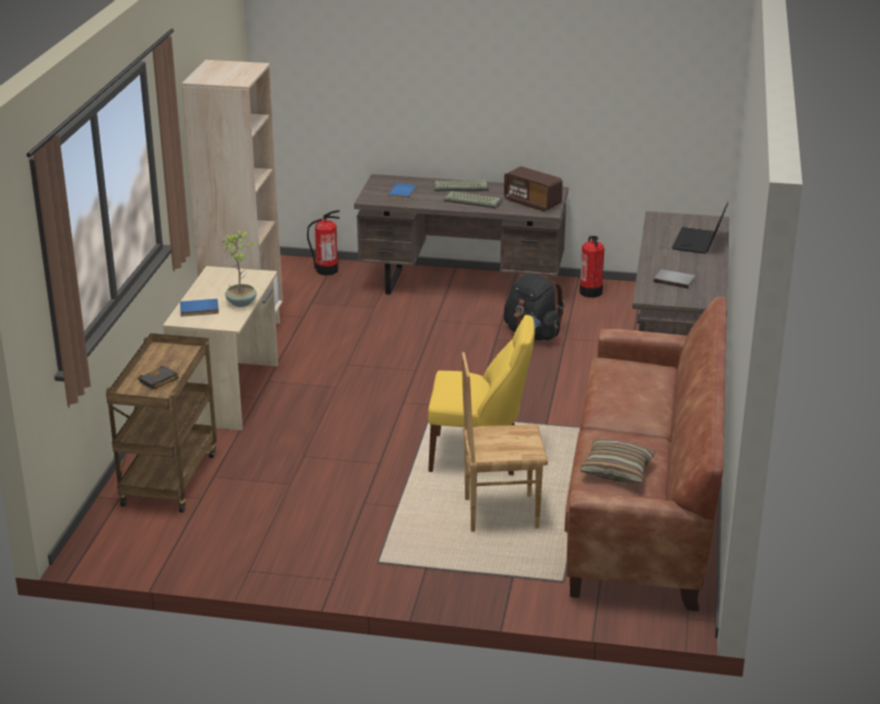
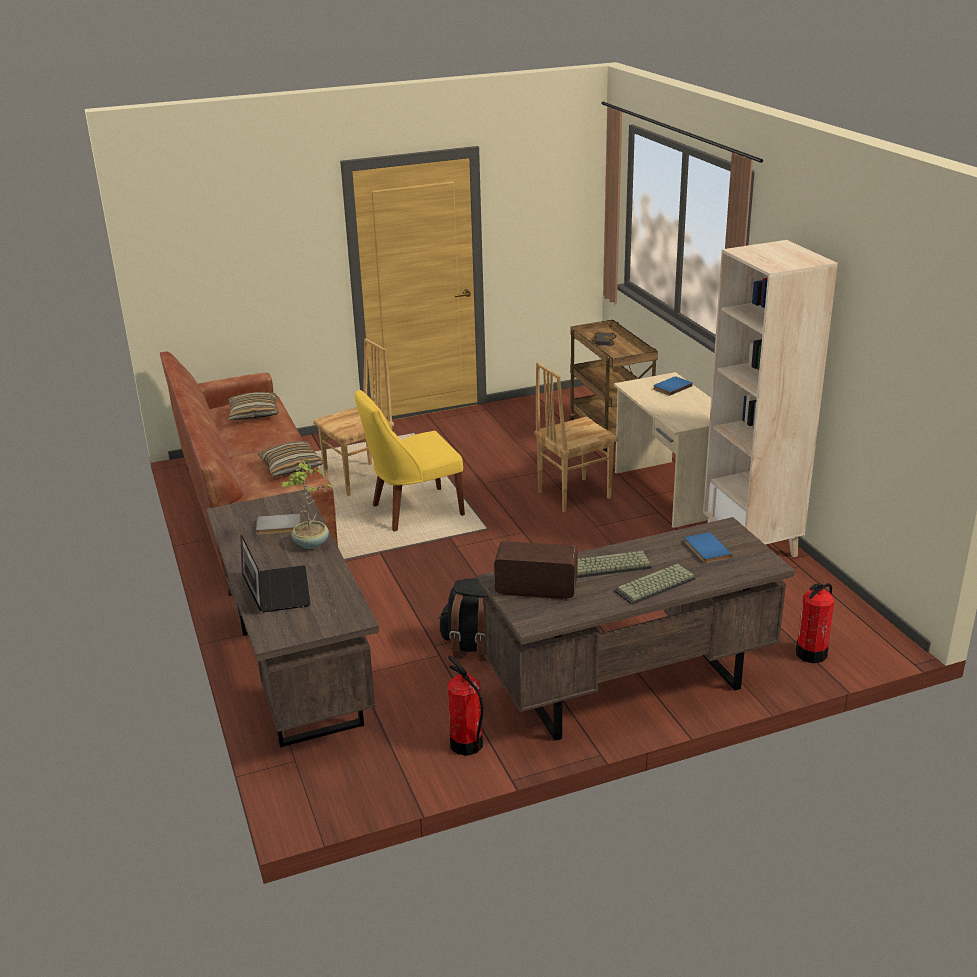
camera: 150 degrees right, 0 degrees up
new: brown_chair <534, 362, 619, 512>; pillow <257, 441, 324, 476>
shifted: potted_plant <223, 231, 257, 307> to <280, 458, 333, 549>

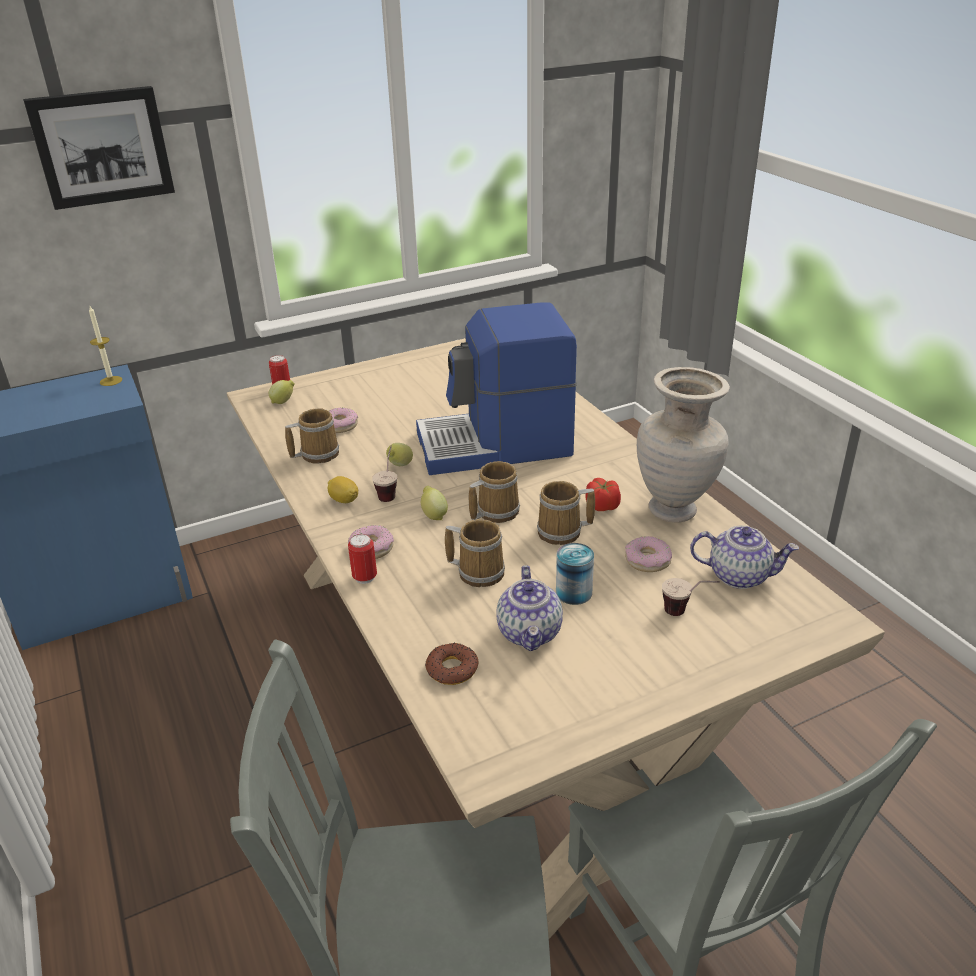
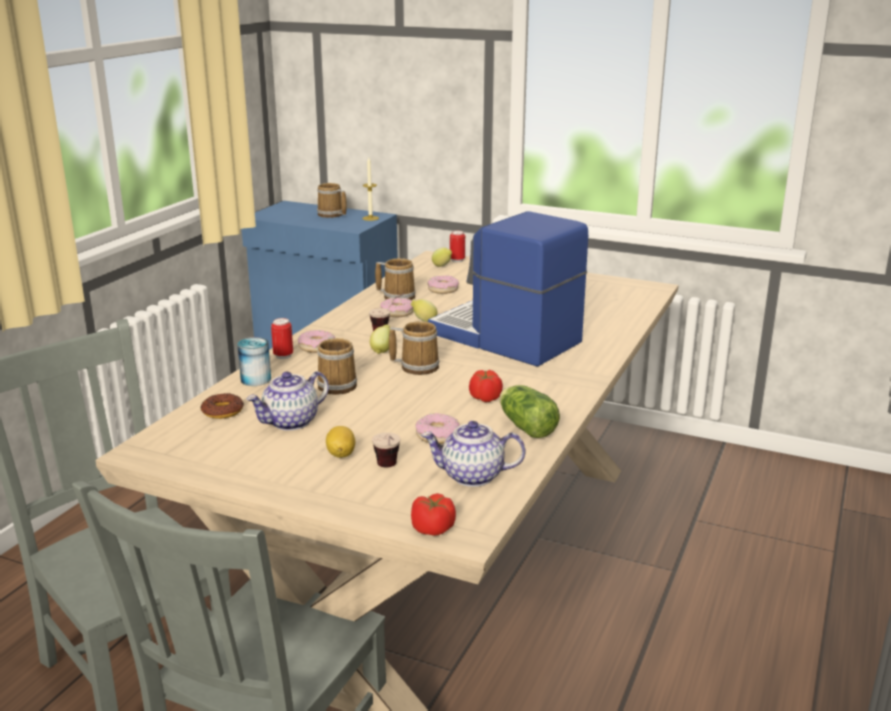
camera: 50 degrees right, 10 degrees down
gone: picture <23, 86, 175, 210>
new: donut <380, 297, 414, 317>; tomato <411, 493, 456, 536>
shifted: lemon <328, 476, 358, 503> to <326, 426, 355, 458>; mug <537, 481, 595, 545> to <317, 183, 347, 218>; can <556, 543, 594, 605> to <237, 337, 271, 386>
swapped: beige_vase <637, 367, 730, 523> to lettuce <499, 385, 560, 438>
rotated: teapot <690, 526, 799, 589> = <421, 421, 526, 487> 120 degrees clockwise

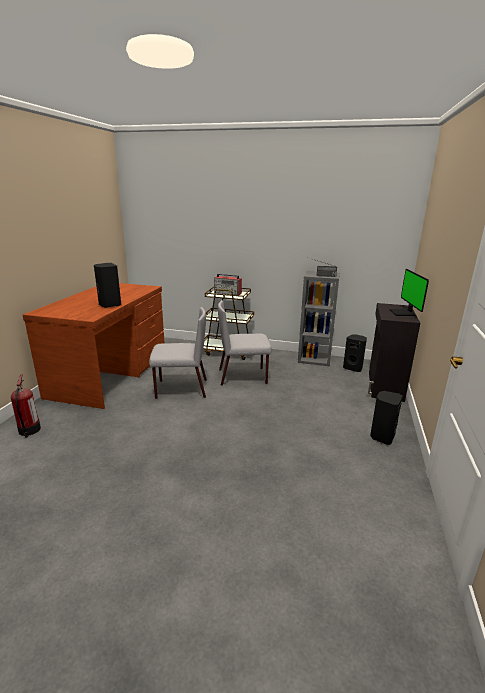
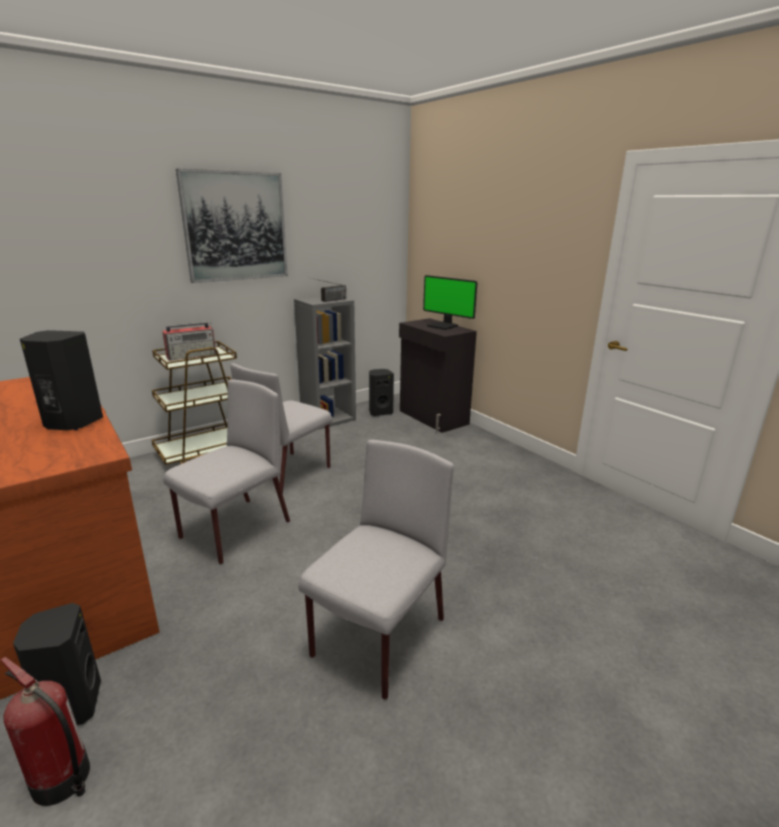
camera: 50 degrees left, 0 degrees up
new: picture <176, 168, 288, 283>; grey_chair <298, 440, 454, 699>
shifted: black_speaker <370, 391, 403, 445> to <13, 603, 101, 725>

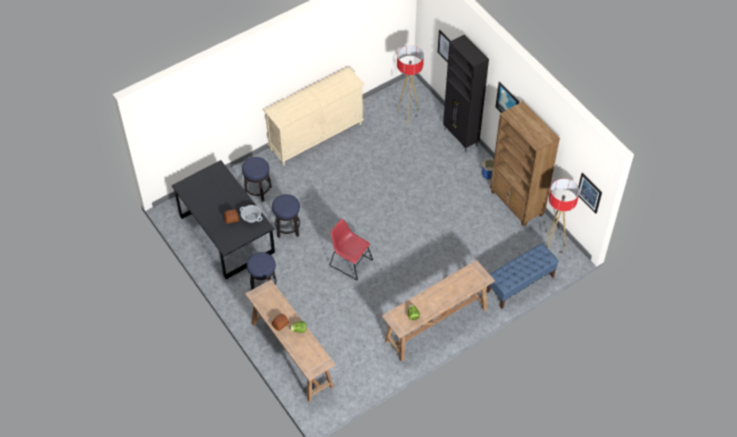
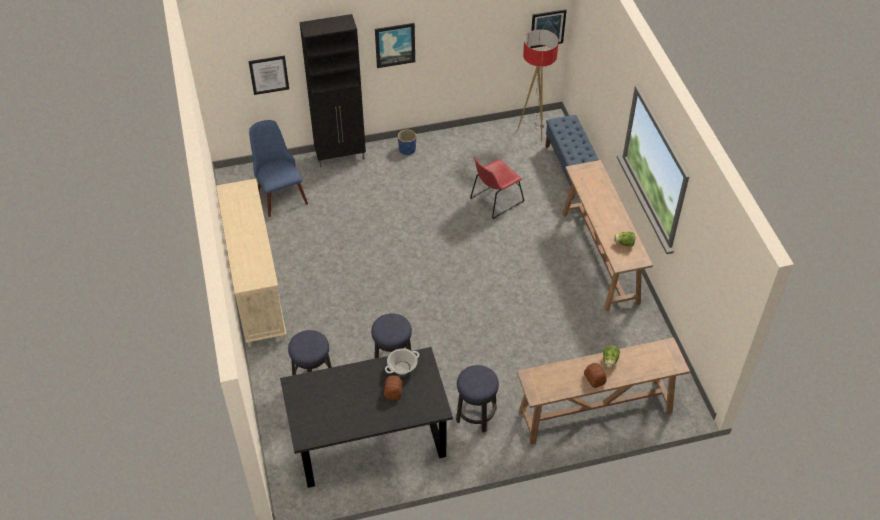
camera: 70 degrees left, 5 degrees down
gone: brown_bookcase <490, 101, 560, 227>
shifted: red_chair <330, 219, 373, 280> to <470, 157, 524, 219>
swapped: floor_lamp <397, 45, 424, 123> to blue_chair <249, 120, 308, 217>

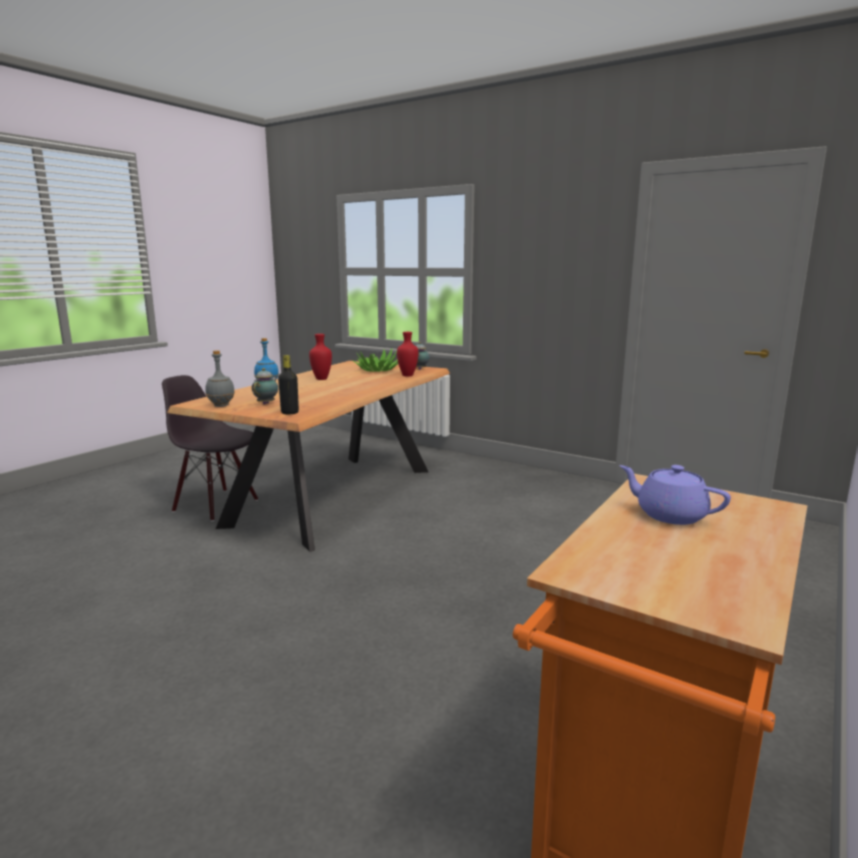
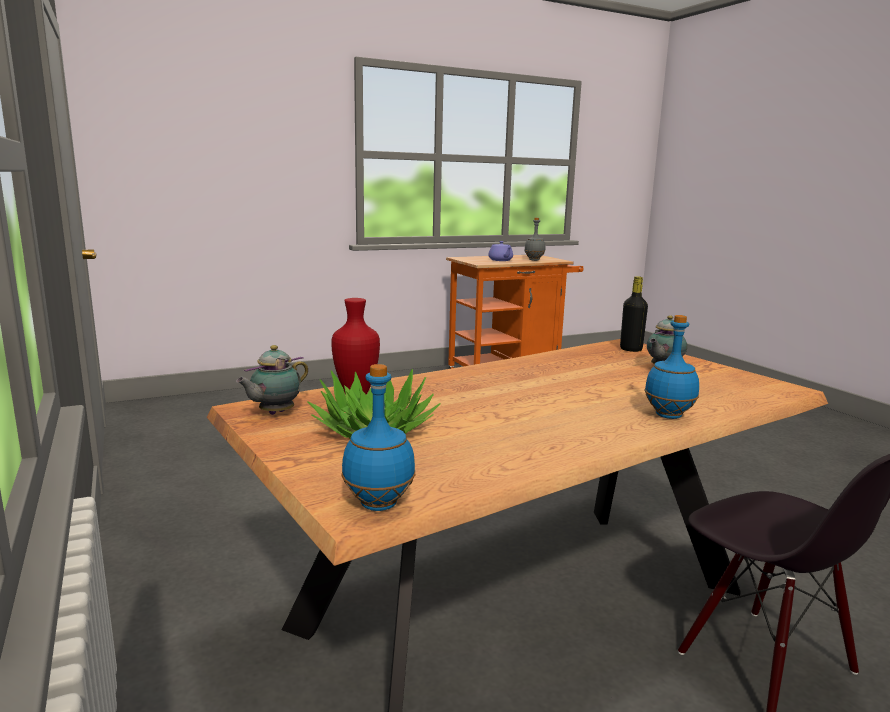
camera: 150 degrees left, 0 degrees up
gone: red_vase <309, 334, 332, 380>
new: blue_bottle <341, 364, 415, 511>
shifted: grey_bottle <205, 350, 235, 407> to <525, 218, 546, 261>

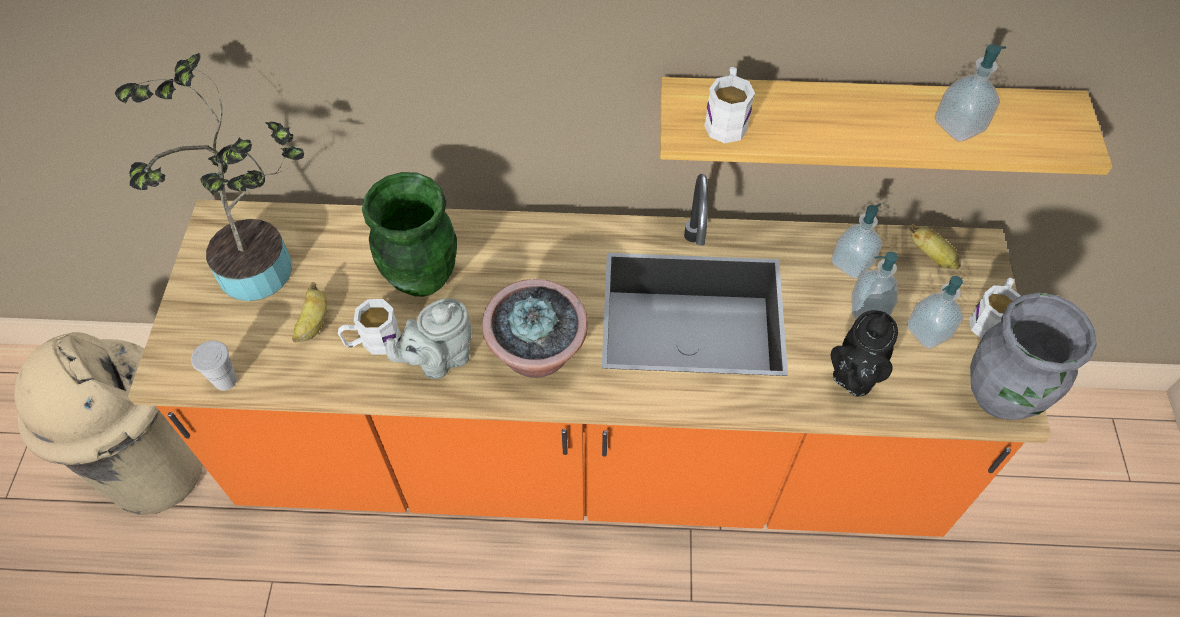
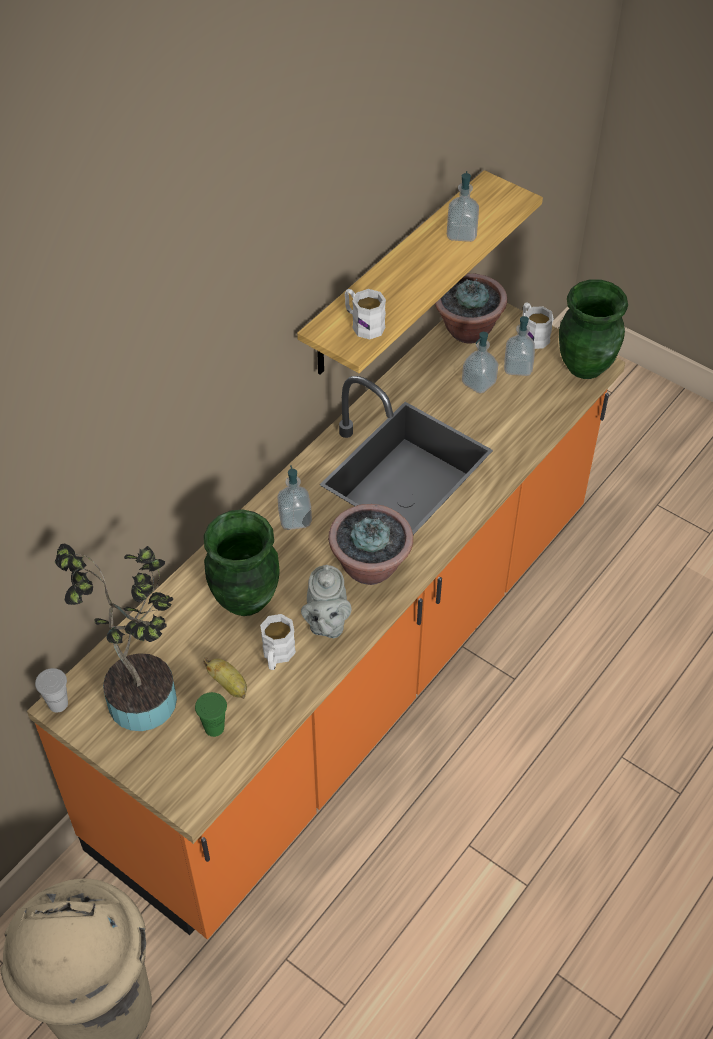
camera: 55 degrees left, 5 degrees down
gone: black_teapot <831, 310, 898, 397>
new: green_cup <195, 692, 227, 737>
shifted: soap_dispenser <831, 204, 883, 279> to <277, 465, 312, 530>; white_cup <191, 341, 237, 391> to <35, 668, 68, 712>
swapped: banana <910, 224, 960, 269> to potted_plant <435, 273, 507, 343>
repainted: grey_vase <970, 293, 1097, 420> to green_vase <559, 279, 628, 379>

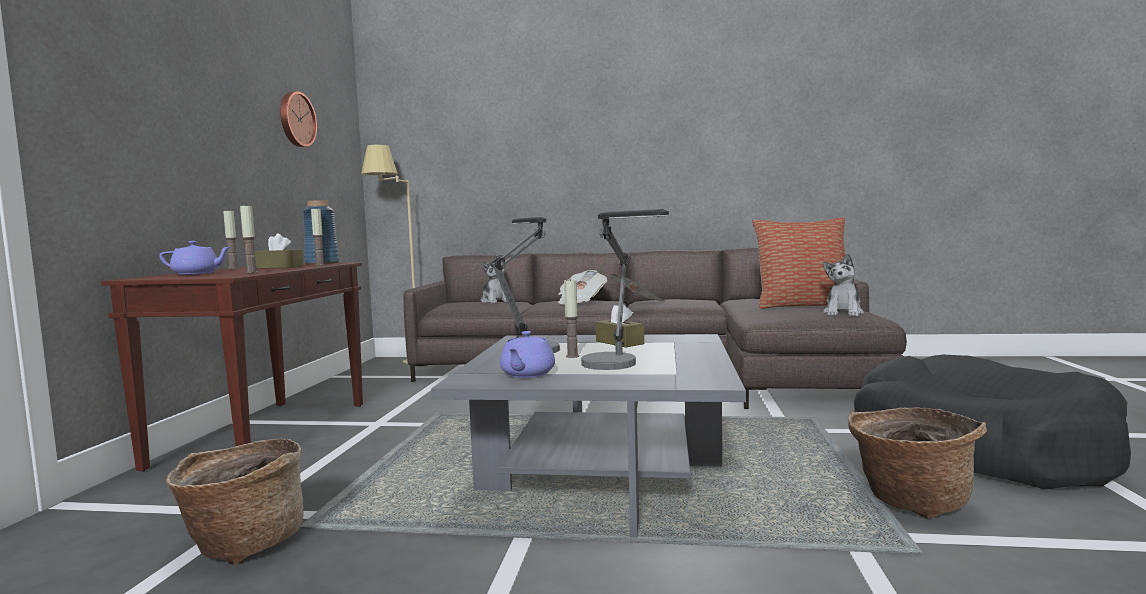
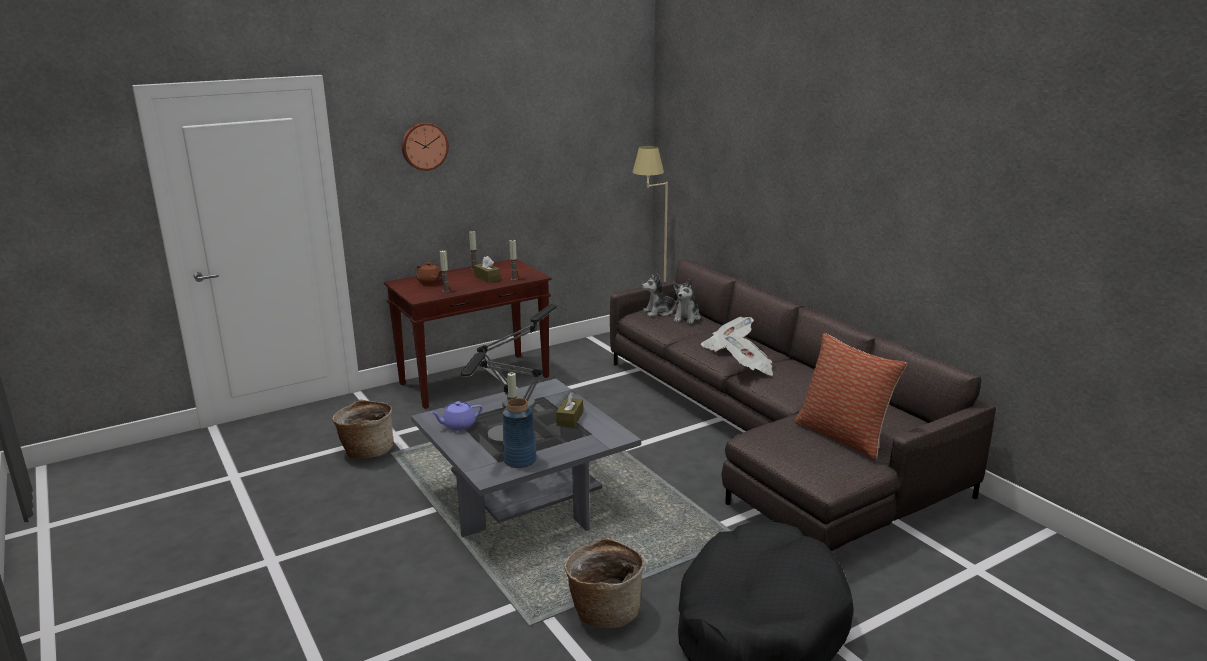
camera: 50 degrees right, 15 degrees up
shifted: wall_clock <280, 91, 317, 147> to <402, 122, 449, 171>; blue_vase <303, 200, 339, 265> to <502, 398, 537, 468>; plush_toy <823, 253, 864, 316> to <642, 273, 680, 316>
repainted: purple_teapot <160, 241, 231, 275> to brown_teapot <417, 262, 442, 284>

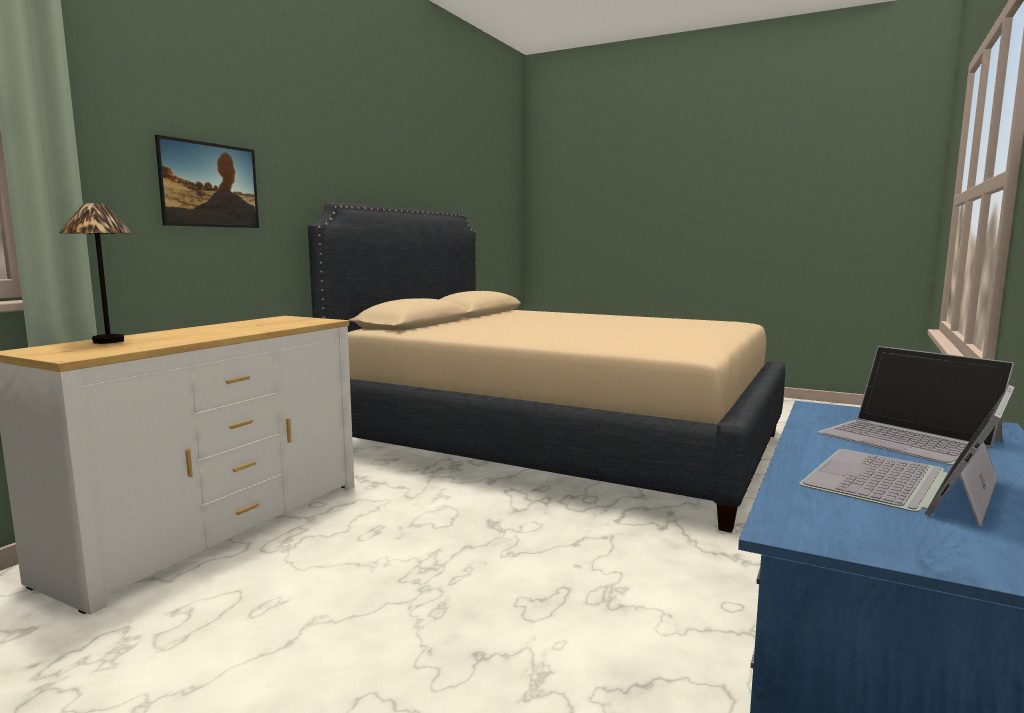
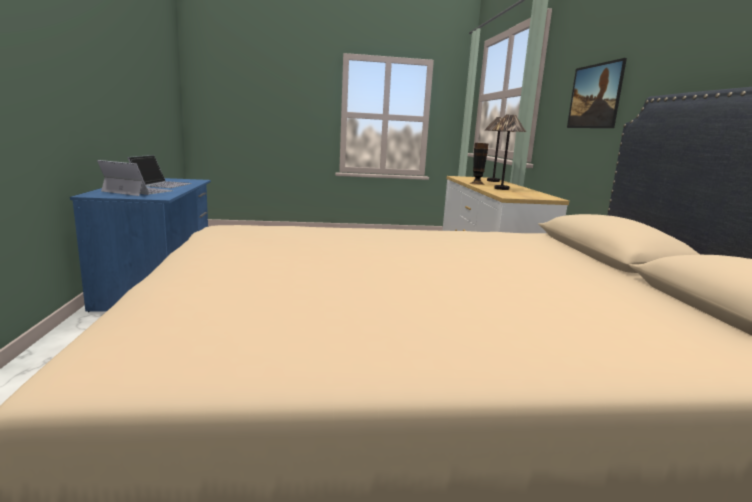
camera: 145 degrees right, 5 degrees up
new: table_lamp <492, 115, 526, 190>; vase <470, 143, 488, 185>

